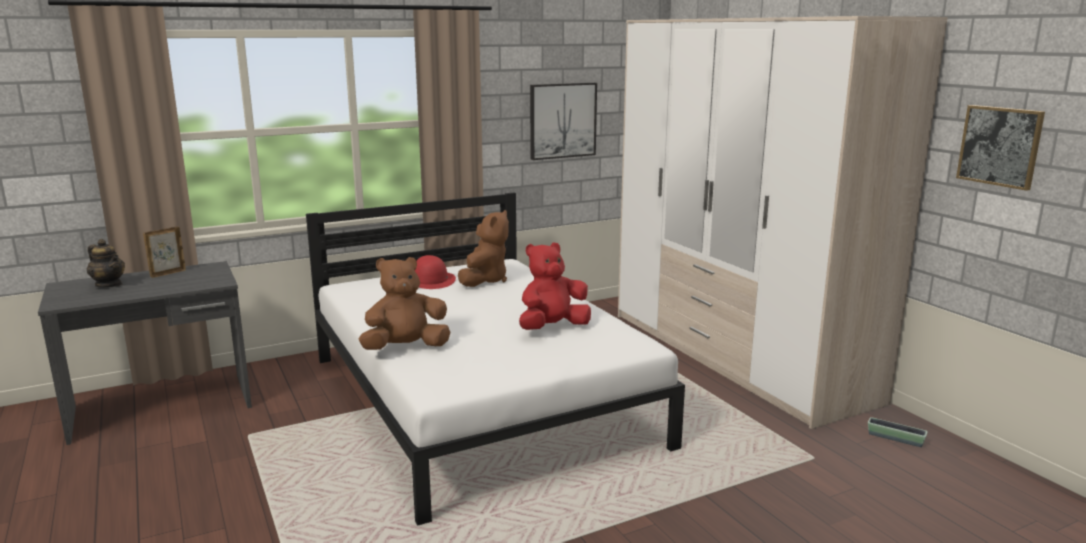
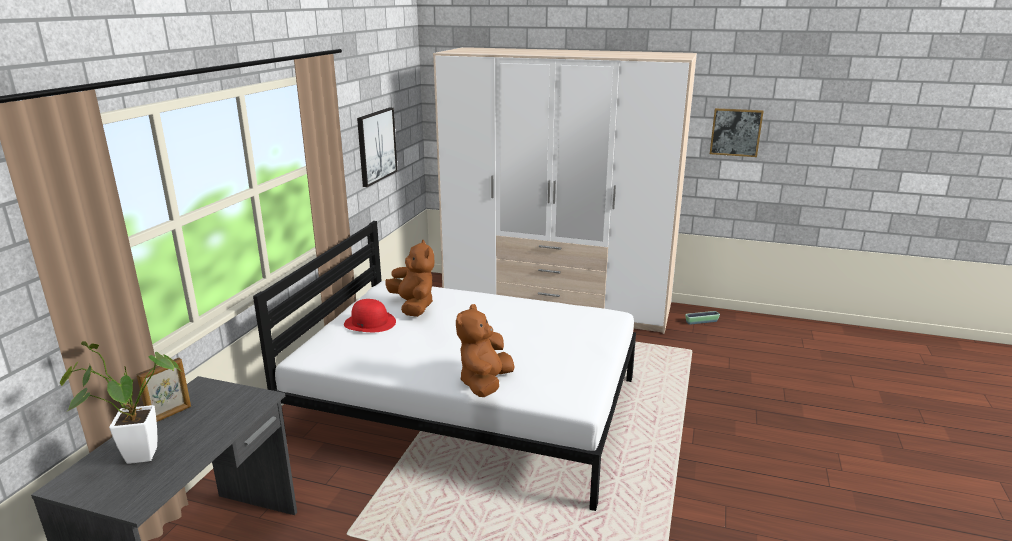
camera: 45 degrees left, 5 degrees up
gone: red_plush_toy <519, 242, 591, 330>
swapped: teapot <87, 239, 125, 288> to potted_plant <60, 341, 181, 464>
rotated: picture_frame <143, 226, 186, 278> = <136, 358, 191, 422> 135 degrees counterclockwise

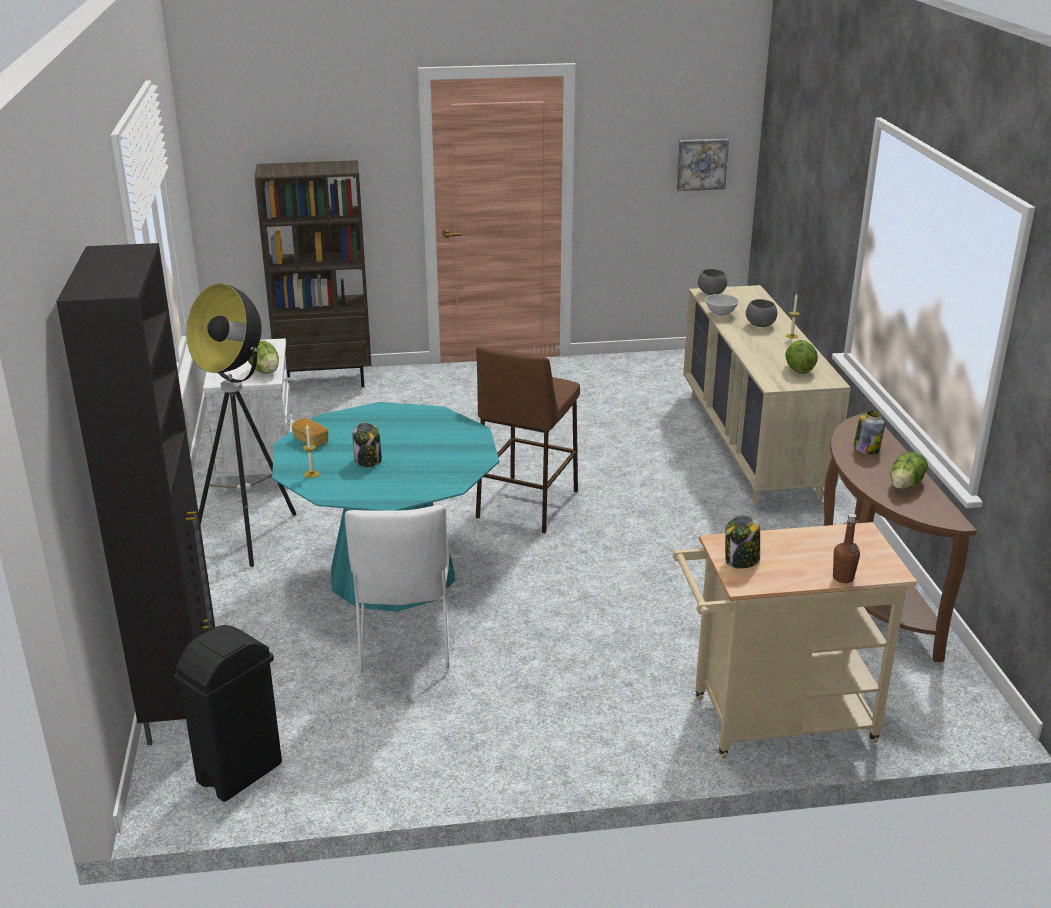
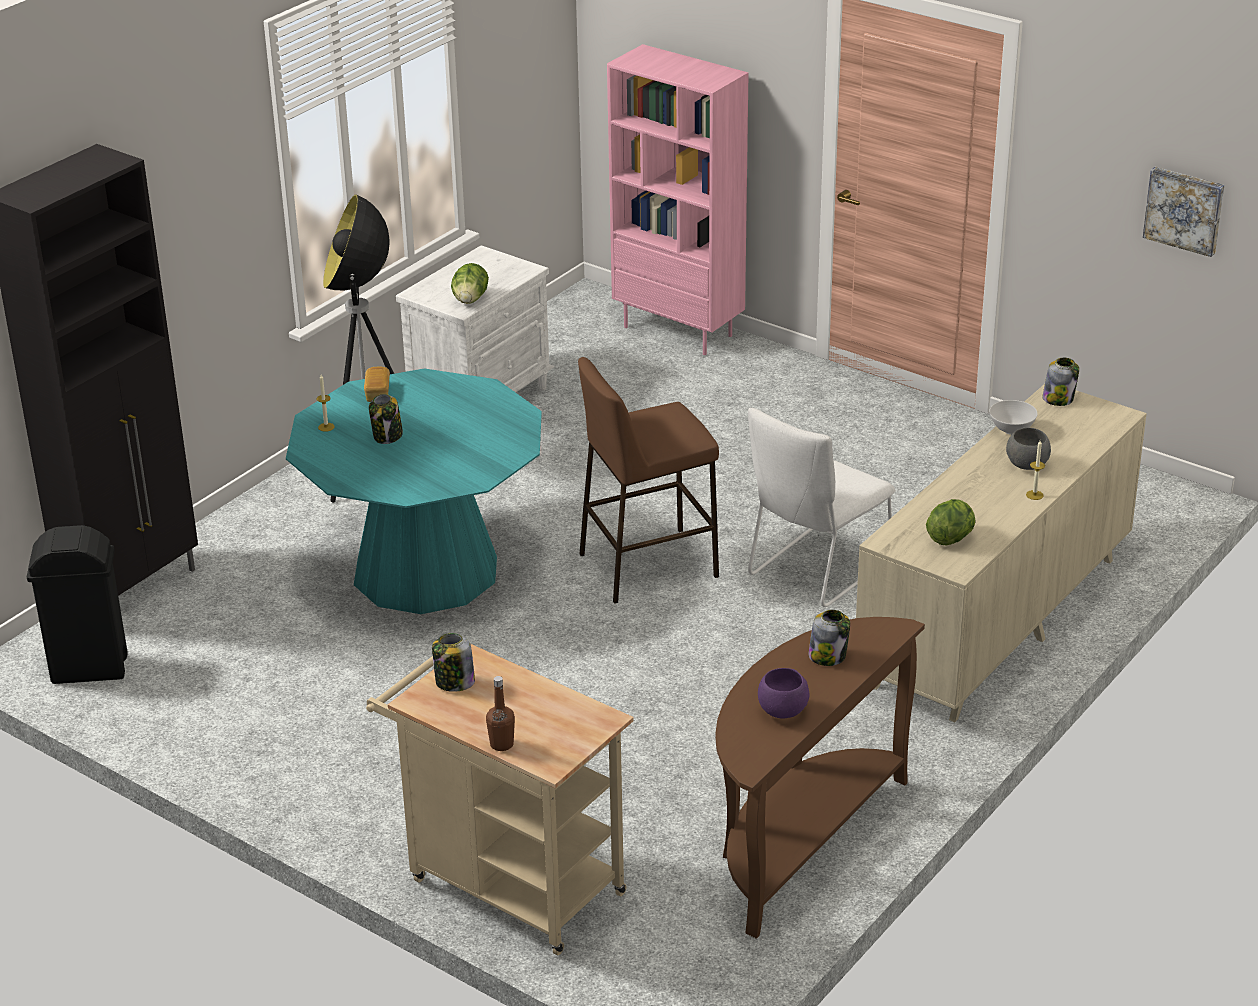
camera: 45 degrees right, 5 degrees up
shifted: white_chair <345, 505, 450, 673> to <748, 408, 895, 607>
swapped: grey_bowl <698, 269, 727, 295> to jar <1042, 358, 1079, 406>; lettuce <890, 452, 928, 489> to purple_bowl <758, 668, 810, 718>
repainted: brown_bookcase <254, 160, 372, 387> to pink_bookcase <607, 44, 749, 355>

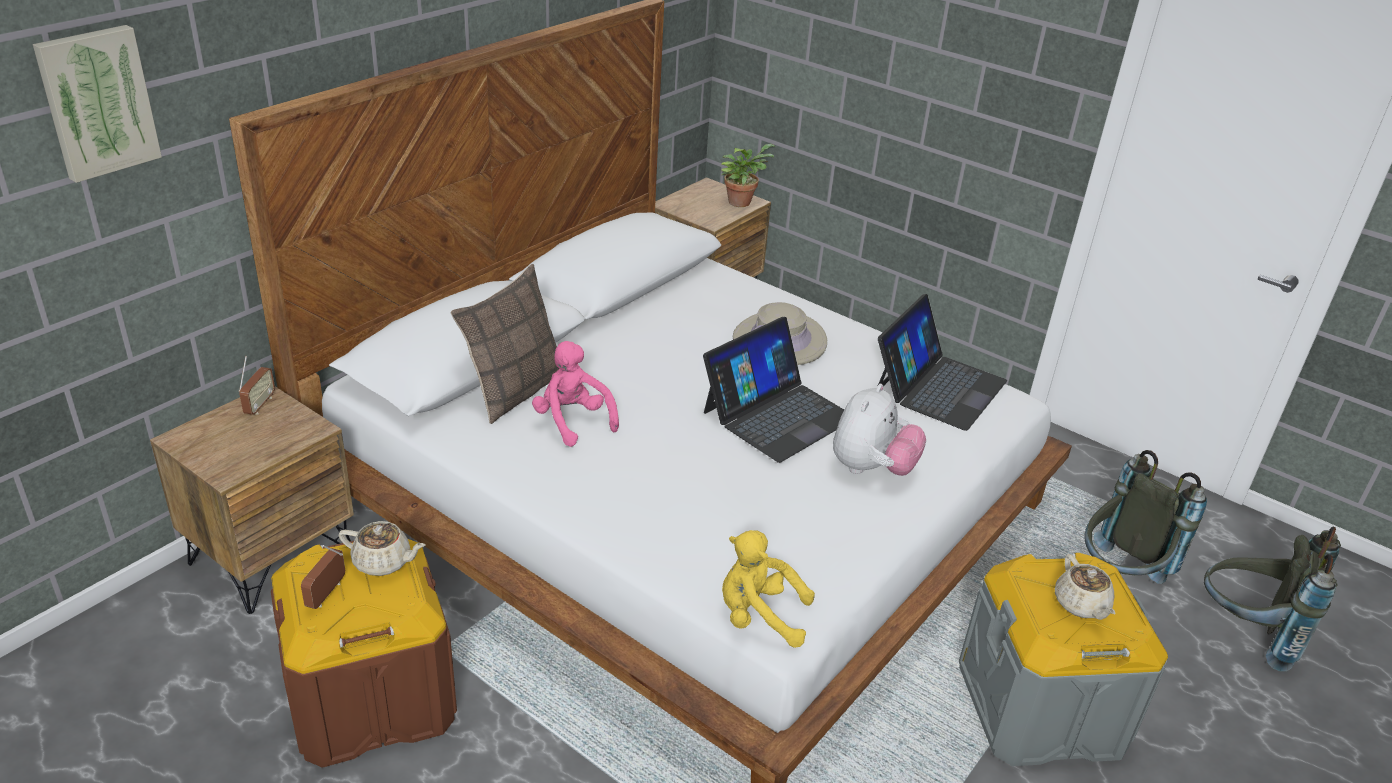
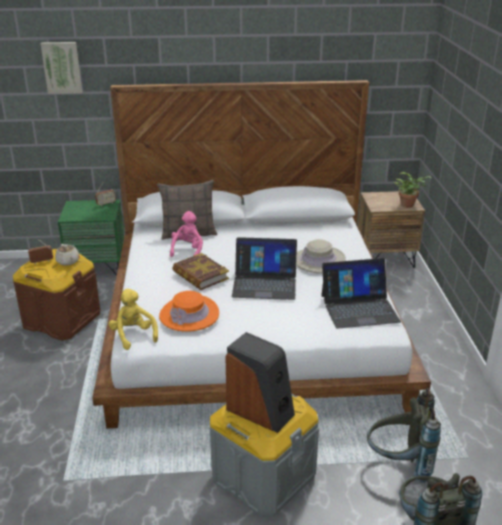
camera: 50 degrees right, 5 degrees down
gone: plush_toy <833, 384, 926, 476>
new: book <172, 253, 229, 290>; orange_hat <159, 291, 219, 332>
swapped: beige_teapot <1055, 554, 1116, 620> to speaker <225, 332, 295, 433>
repainted: brown_nightstand <150, 386, 354, 614> to green_nightstand <58, 200, 124, 276>

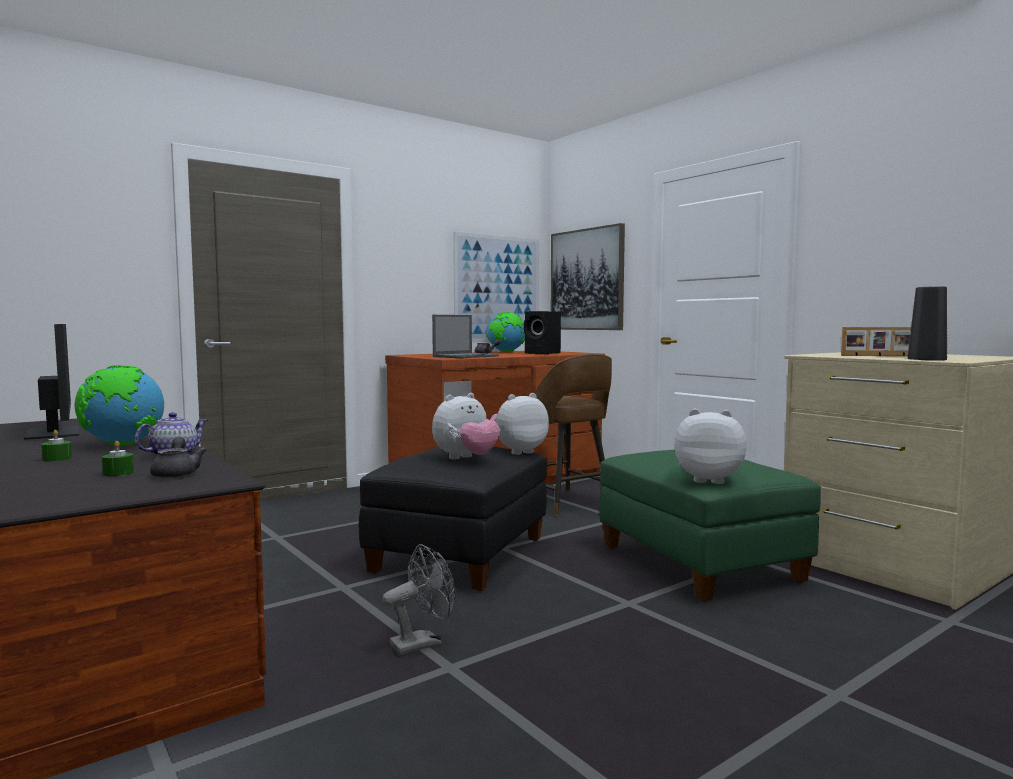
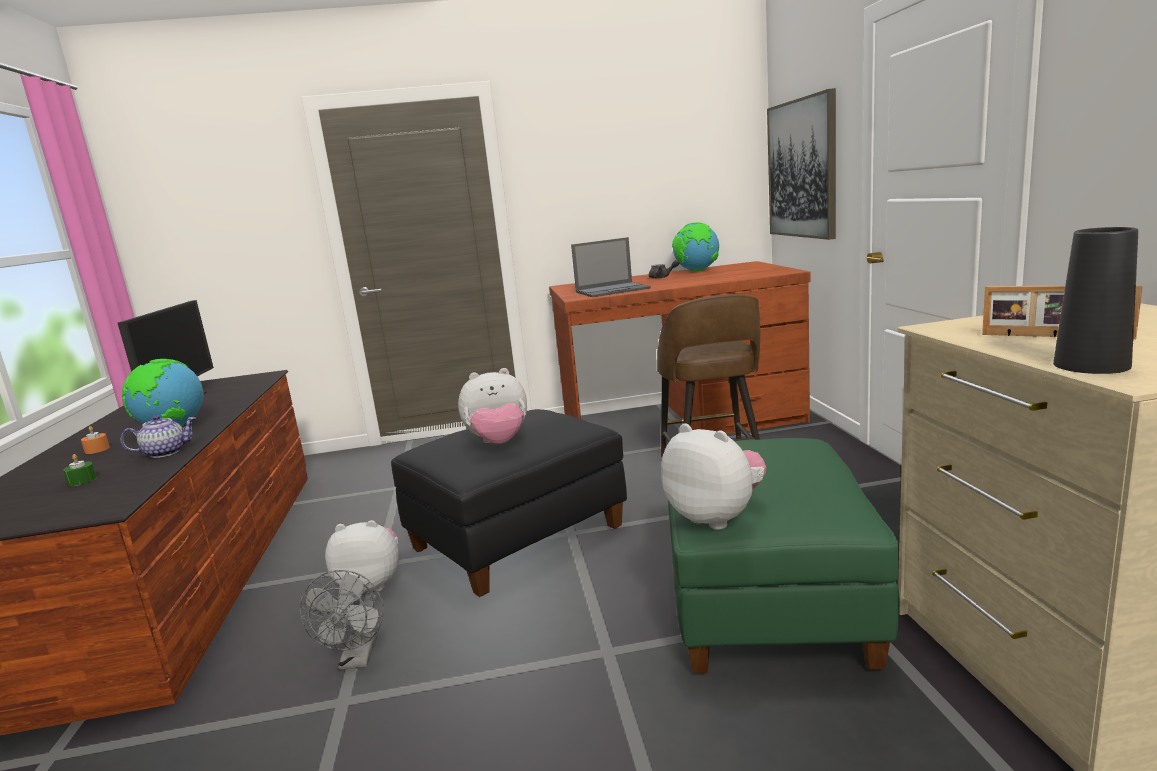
camera: 30 degrees right, 10 degrees up
gone: picture <453, 232, 539, 342>; black_speaker <524, 311, 561, 354>; grey_teapot <150, 437, 206, 478>
shifted: plush_toy <490, 393, 549, 455> to <325, 520, 399, 593>
repainted: green_candle <41, 430, 72, 462> to orange_candle <81, 426, 110, 454>
rotated: grey_fan <382, 544, 456, 655> = <300, 570, 384, 670> 90 degrees clockwise

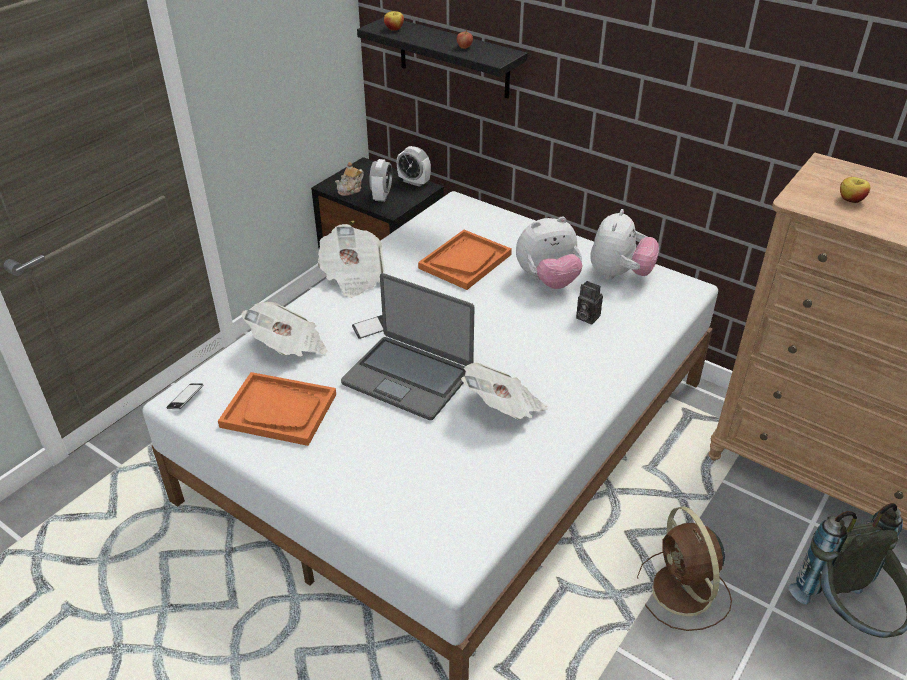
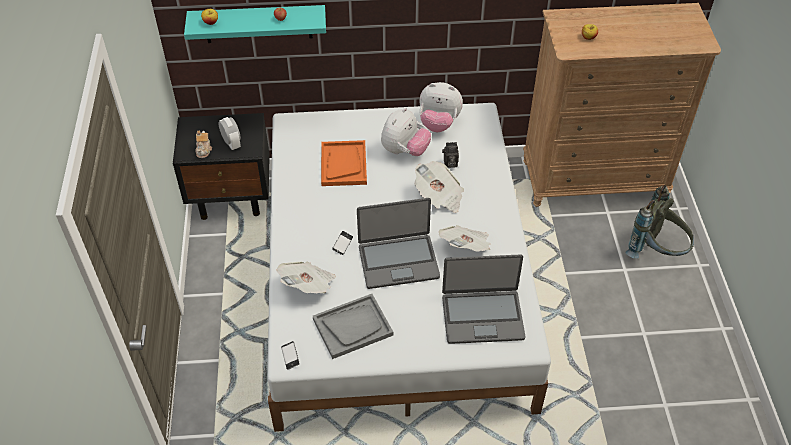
camera: 40 degrees left, 10 degrees up
gone: alarm_clock <397, 146, 431, 187>; brown_fan <637, 506, 732, 631>
new: laptop <442, 254, 525, 344>
shifted: newspaper <317, 224, 384, 298> to <414, 161, 464, 213>
repainted: black_shelf <357, 17, 528, 99> to turquoise_shelf <184, 5, 326, 43>; orange_tray <218, 372, 336, 446> to grey_tray <313, 294, 393, 359>
rotated: plush_toy <590, 209, 659, 280> = <419, 82, 463, 132> 120 degrees clockwise

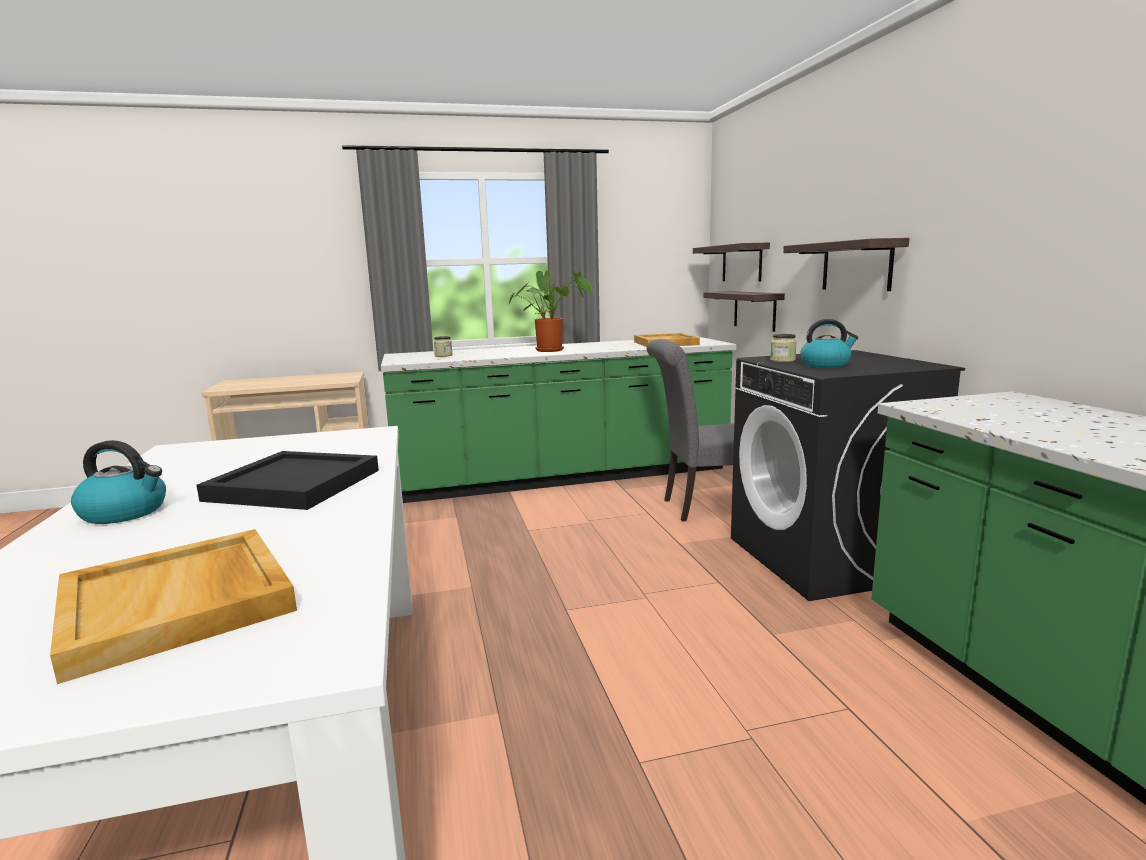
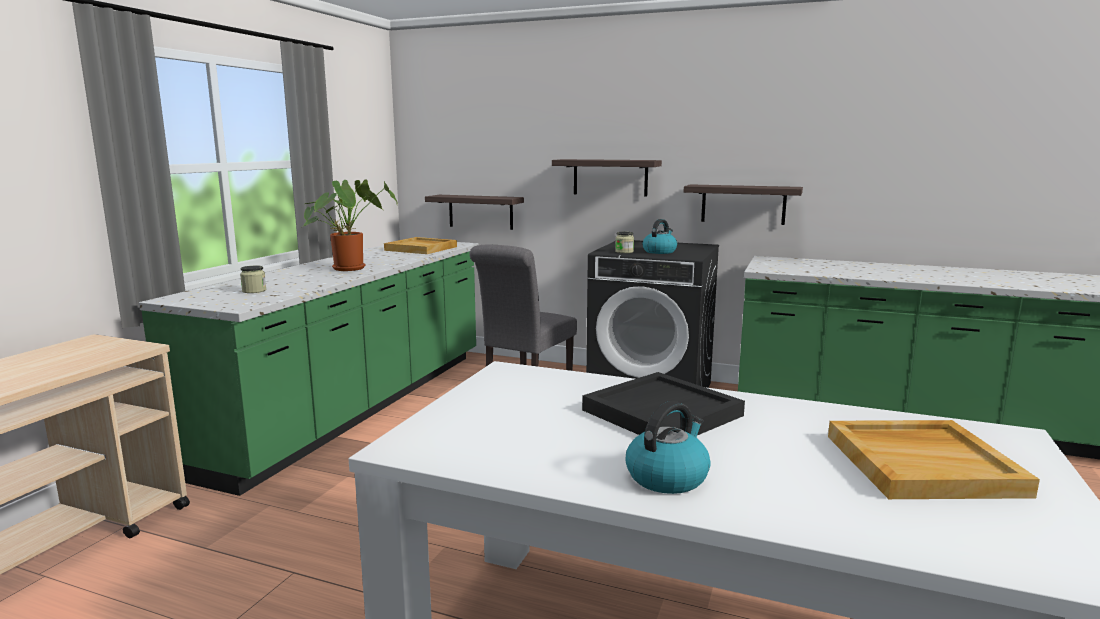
camera: 55 degrees left, 0 degrees up
shifted: shelf <693, 243, 770, 282> to <684, 184, 803, 225>

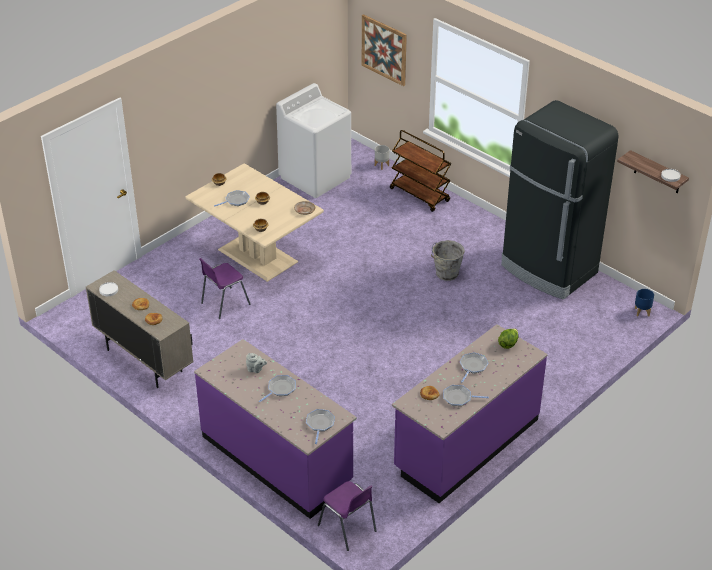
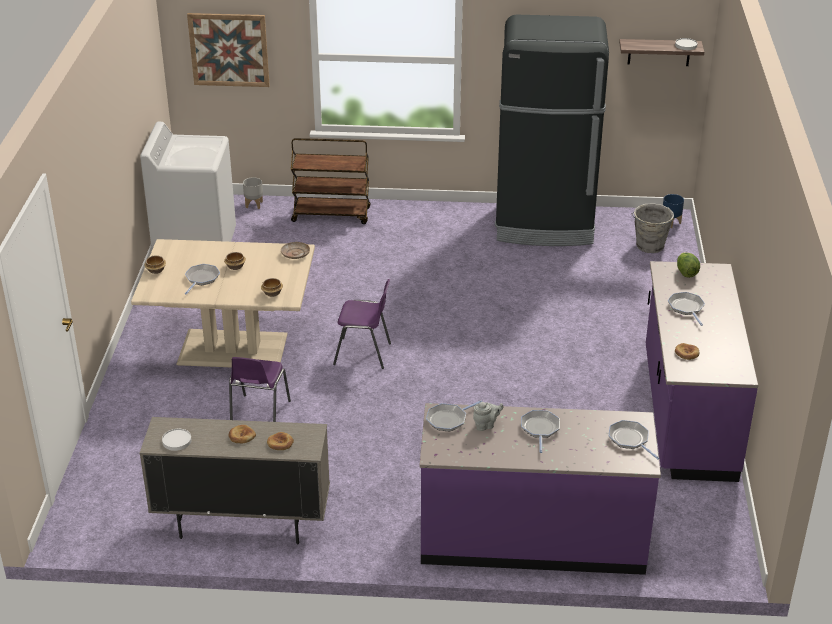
camera: 40 degrees left, 5 degrees down
shifted: grey_bucket <431, 240, 465, 281> to <631, 204, 675, 253>; frying_pan <443, 385, 489, 406> to <426, 401, 482, 431>; purple_chair <318, 481, 377, 551> to <333, 279, 391, 369>

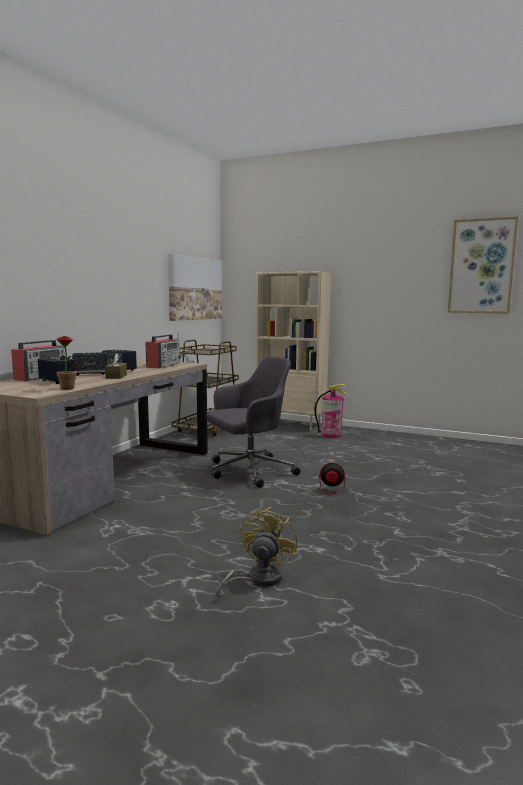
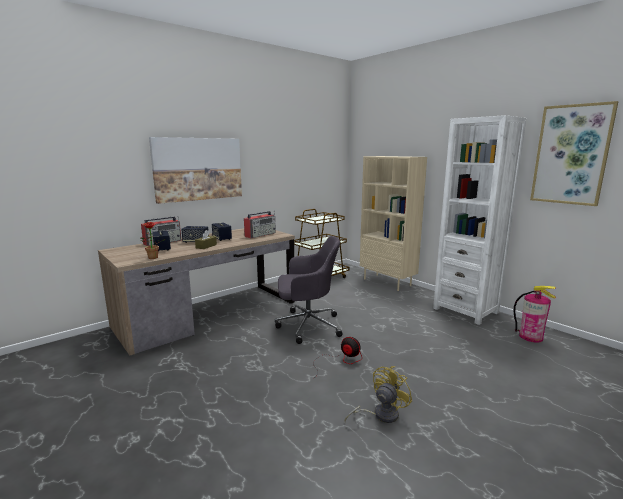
camera: 25 degrees right, 5 degrees up
new: white_bookcase <433, 115, 526, 325>
shifted: picture <168, 254, 222, 321> to <149, 137, 242, 204>; fire_extinguisher <314, 384, 347, 438> to <514, 286, 556, 343>; yellow_fan <215, 507, 297, 599> to <345, 366, 412, 423>

